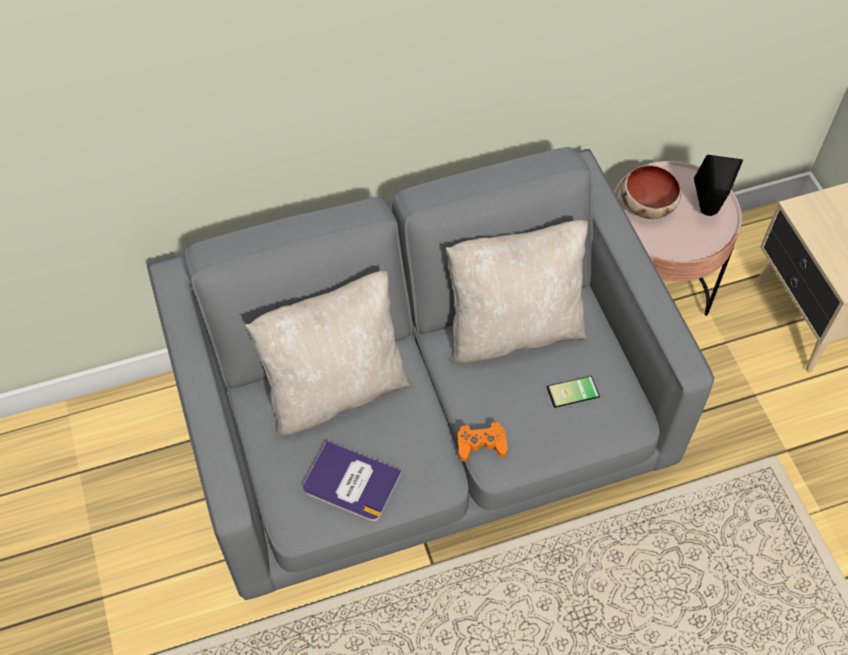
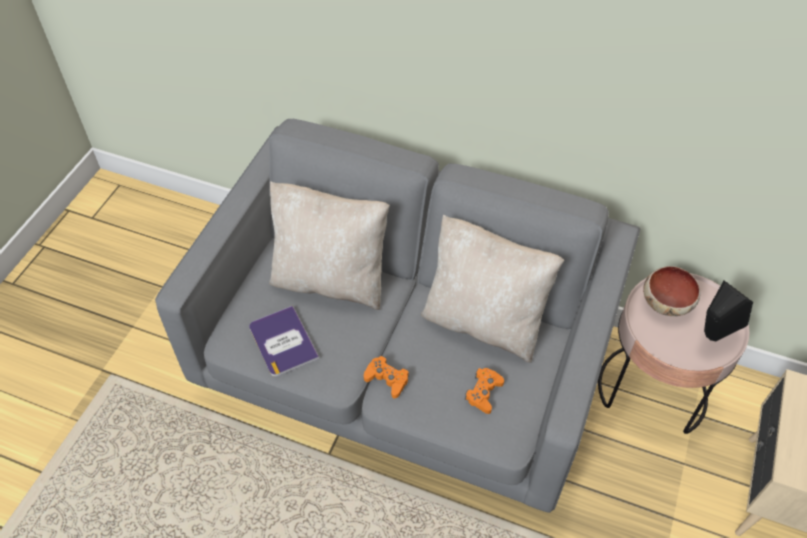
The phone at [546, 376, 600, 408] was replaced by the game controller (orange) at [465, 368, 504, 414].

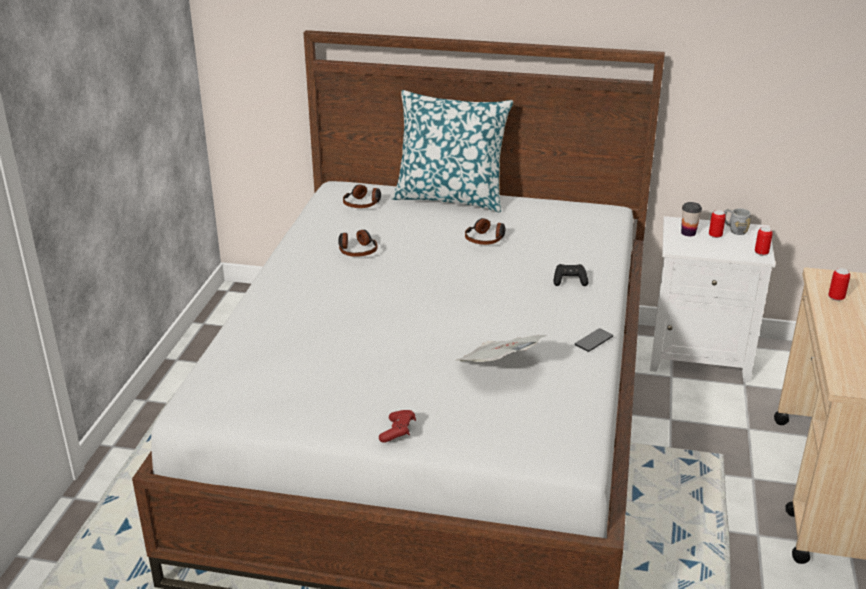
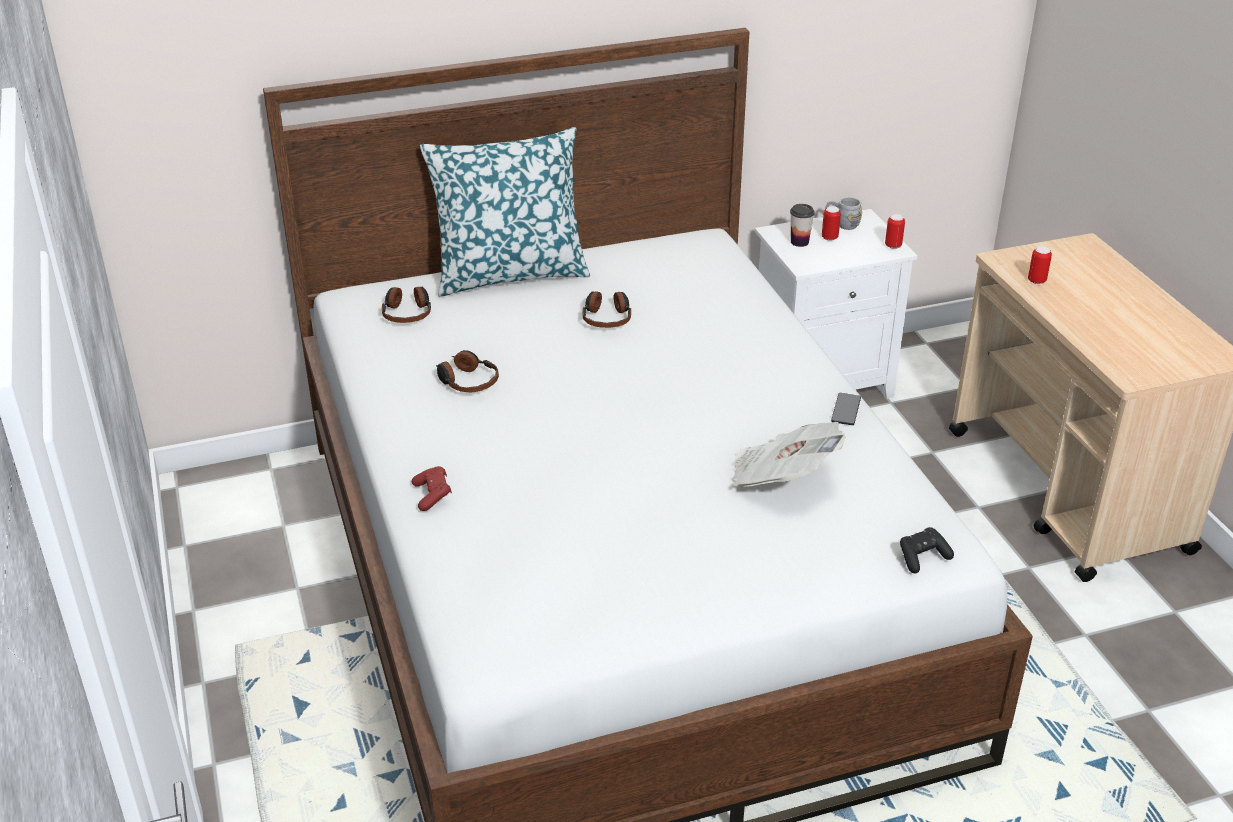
The game controller (black) moved from [553, 264, 589, 286] to [900, 527, 954, 574].
The game controller (red) moved from [379, 410, 416, 443] to [412, 466, 452, 511].

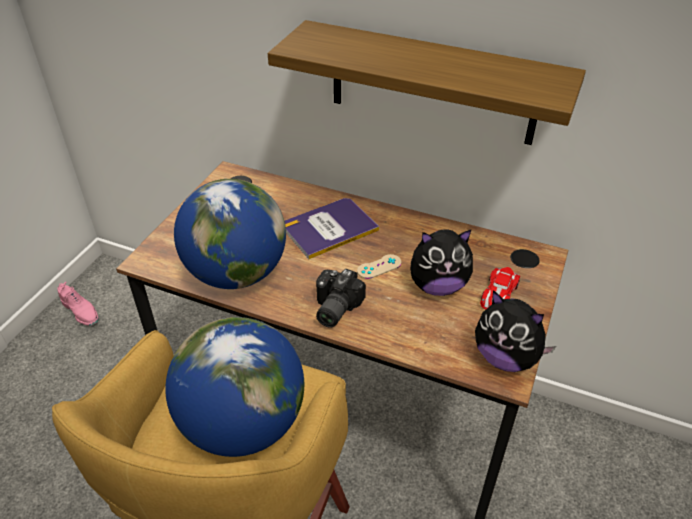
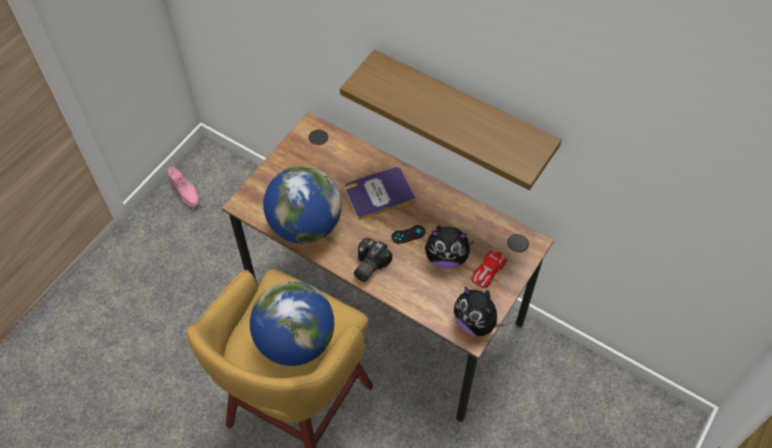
The game controller (beige) at [357, 254, 401, 279] became the game controller (black) at [391, 225, 426, 244].

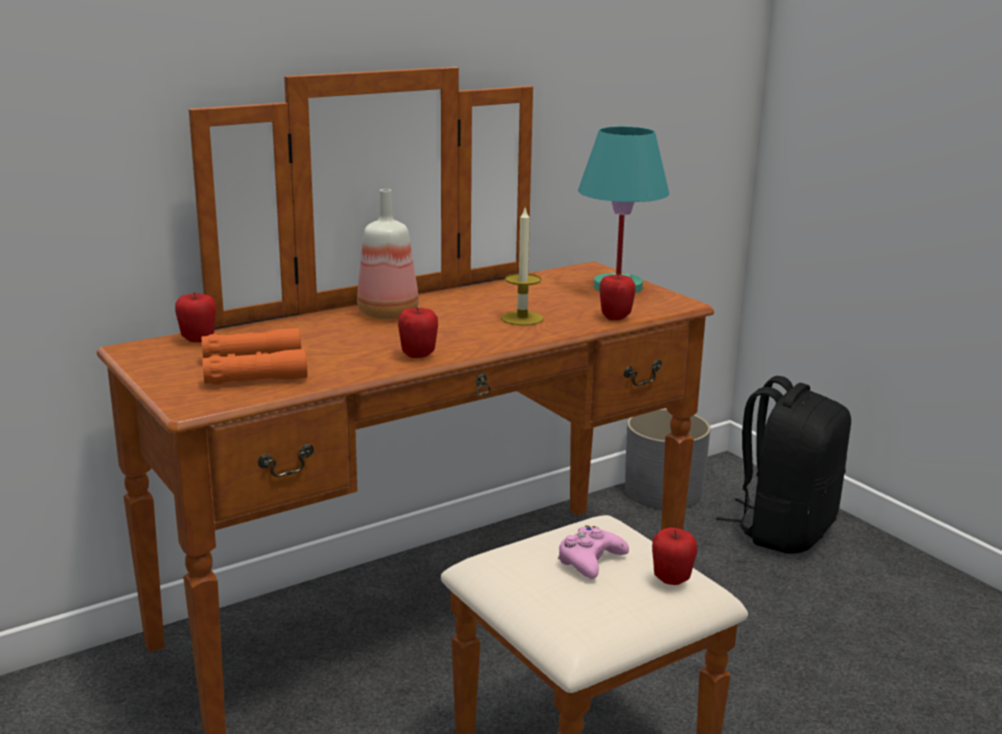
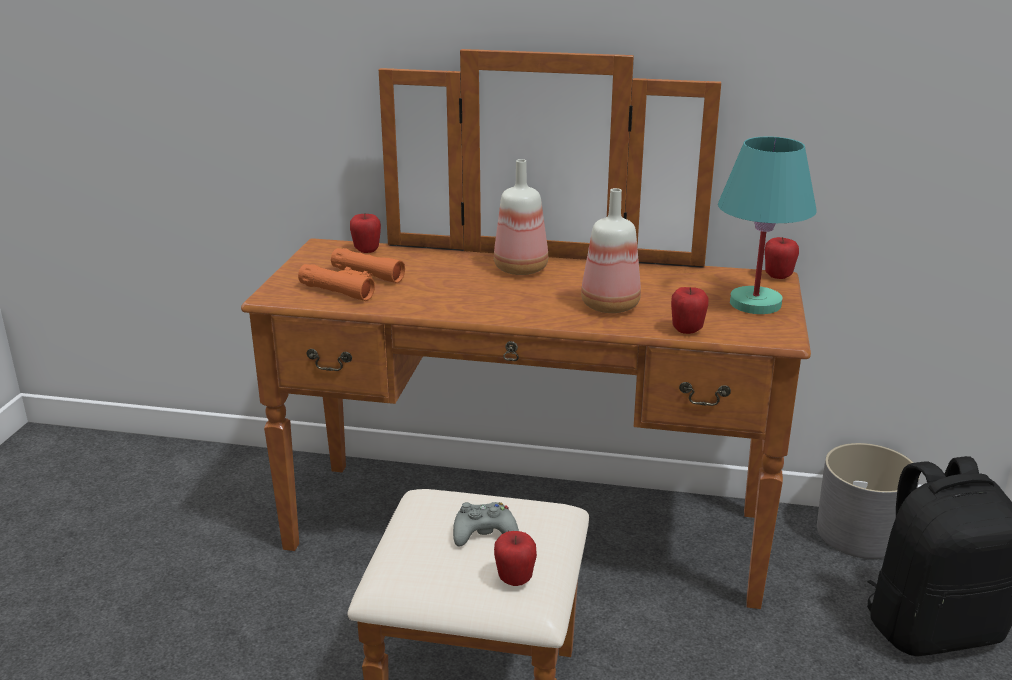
The candle at [501, 208, 544, 326] was replaced by the bottle at [581, 188, 641, 313].
The apple moved from [398, 307, 438, 358] to [765, 237, 799, 279].
The game controller (pink) at [558, 525, 629, 579] became the game controller (grey) at [453, 502, 519, 546].

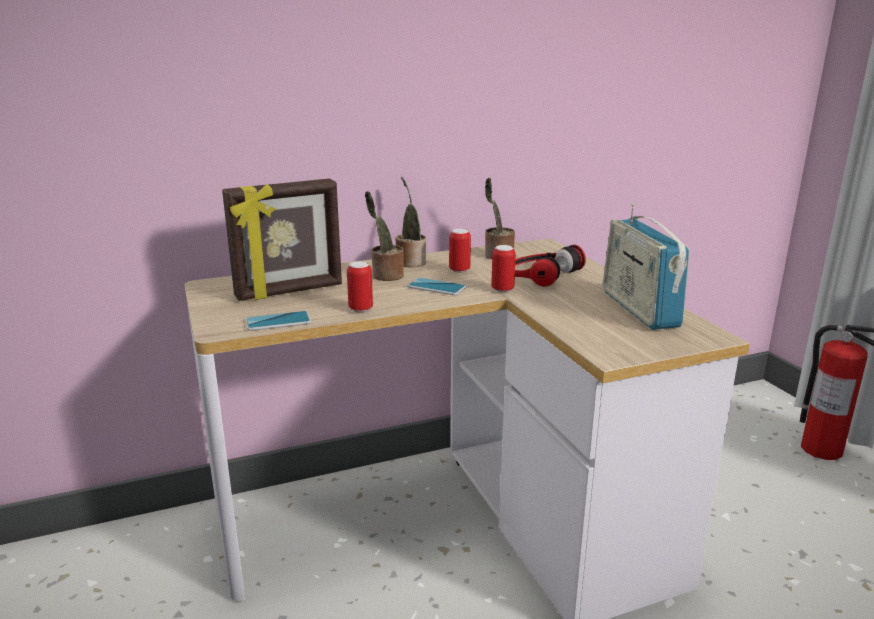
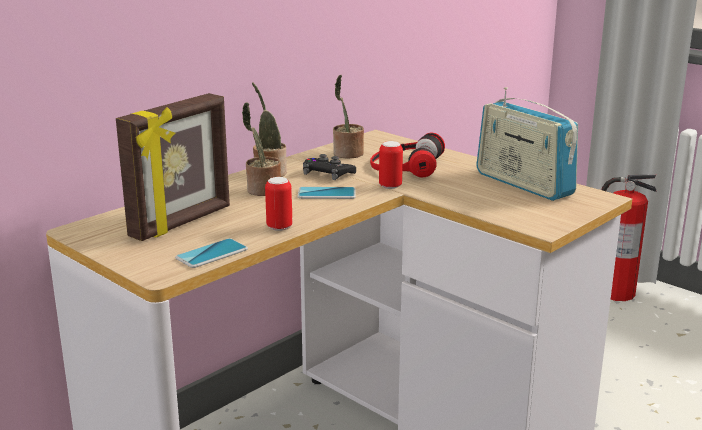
The can at [449, 229, 471, 273] was replaced by the game controller (black) at [303, 154, 356, 180].

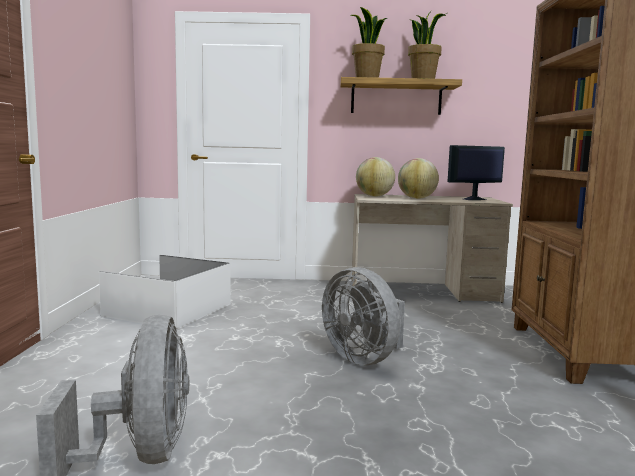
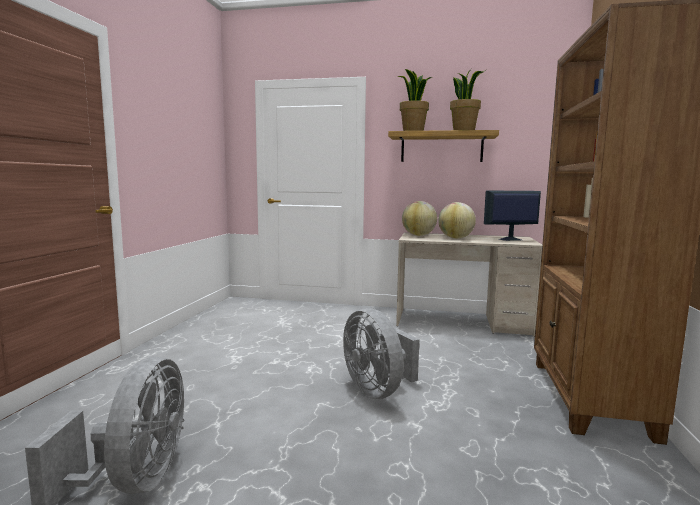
The storage box (white) at [99, 255, 231, 329] disappeared.

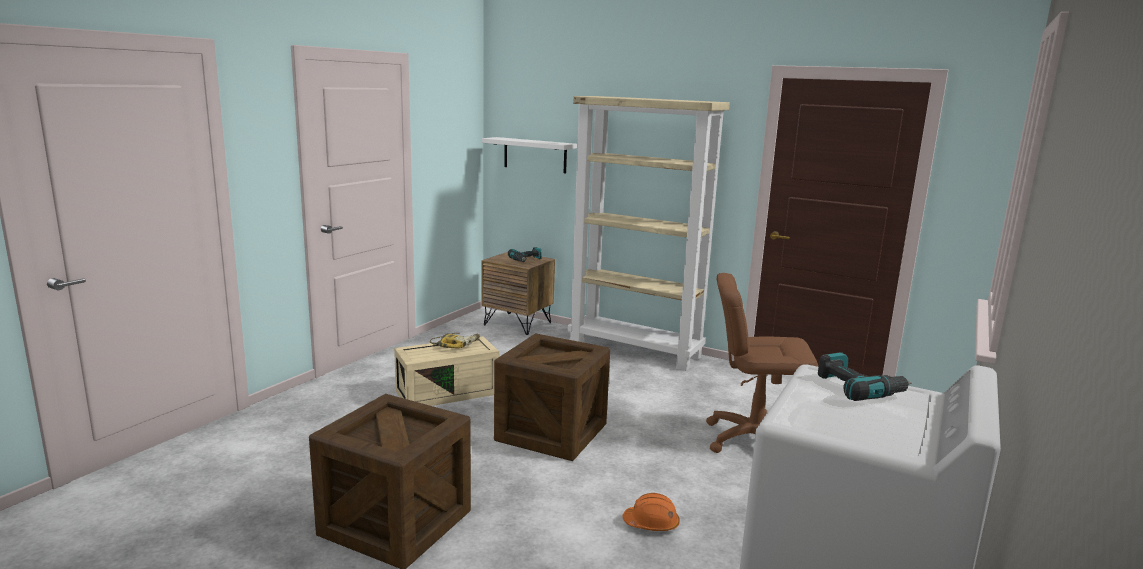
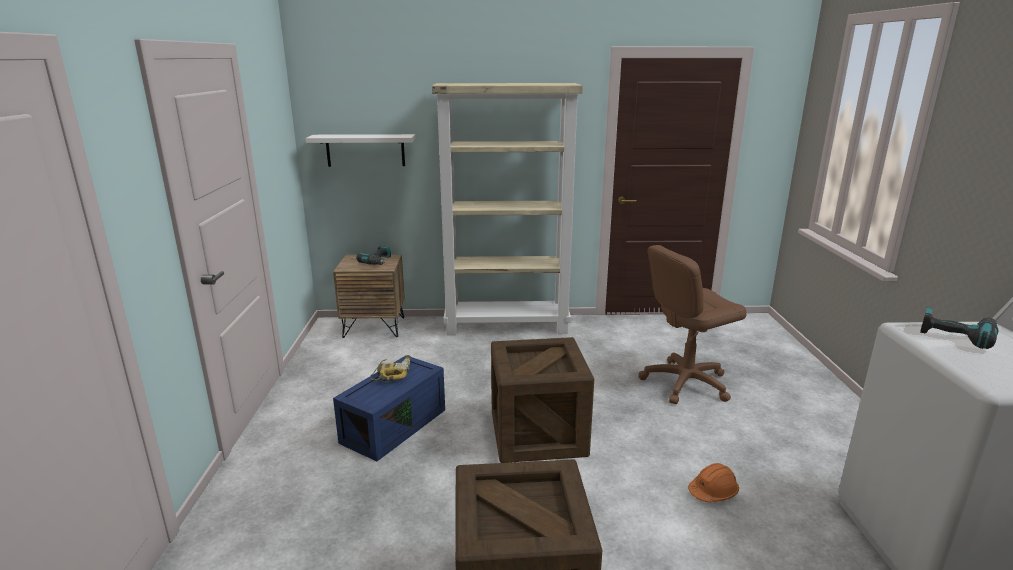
The storage box (beige) at [394, 336, 499, 406] became the storage box (blue) at [333, 356, 445, 461].

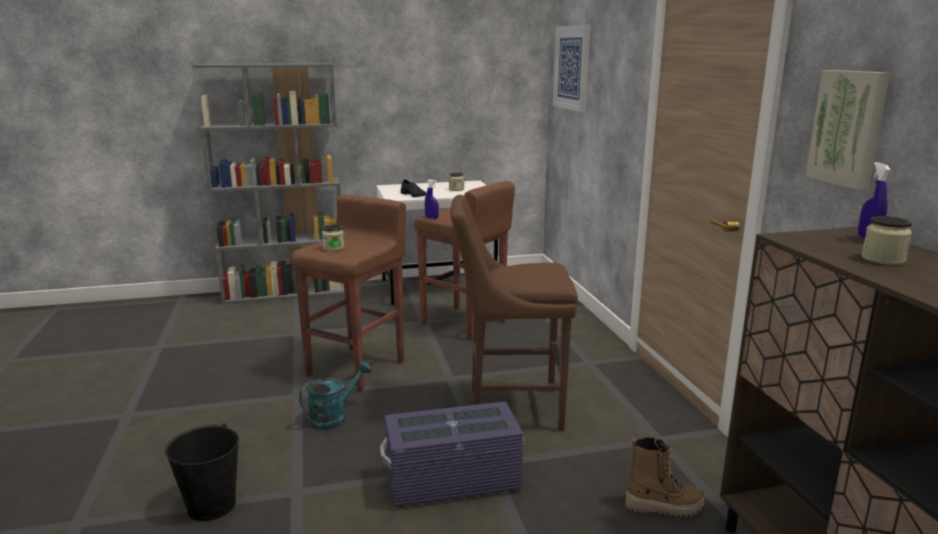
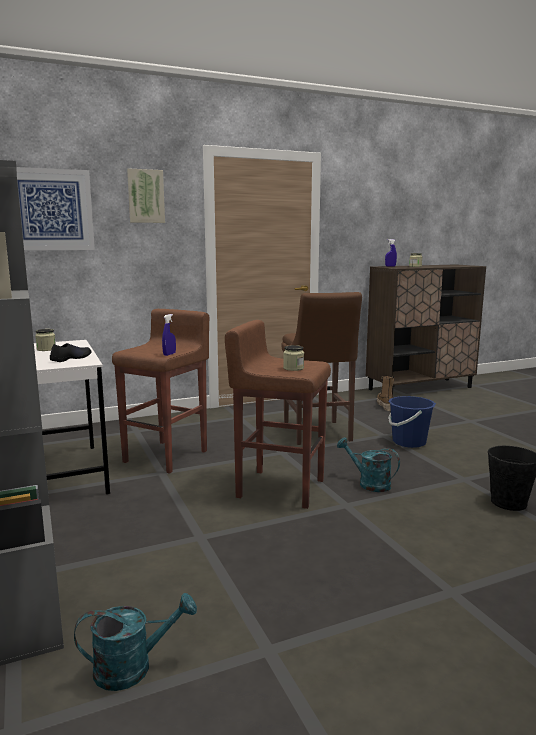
The picture moved from [805, 70, 890, 190] to [127, 168, 165, 223].
The storage box (purple) at [380, 401, 524, 507] was replaced by the bucket (blue) at [388, 396, 436, 448].
The watering can (turquoise) at [74, 593, 197, 691] appeared.

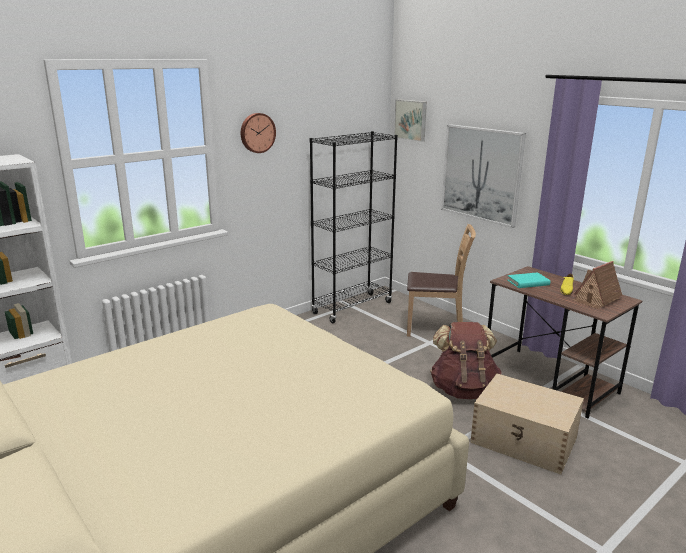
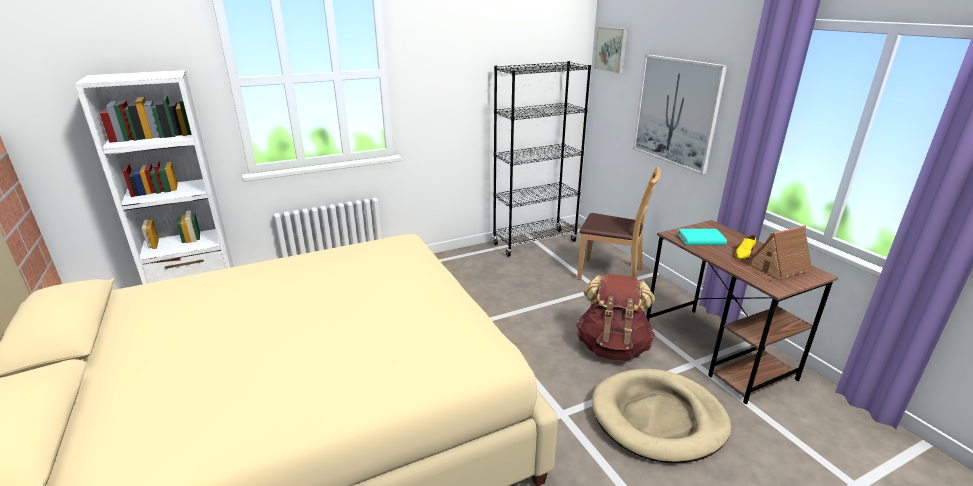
The wall clock at [241, 113, 276, 153] disappeared.
The storage box (beige) at [470, 373, 584, 475] was replaced by the dog bed (beige) at [592, 369, 731, 463].

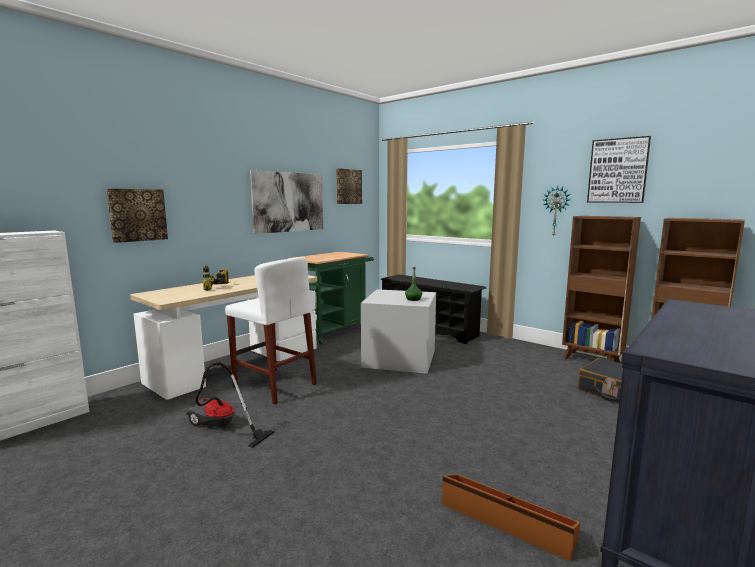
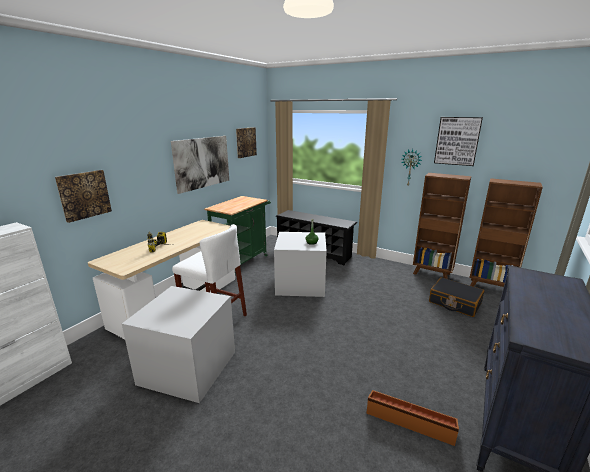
The vacuum cleaner at [187, 362, 275, 448] was replaced by the storage box (grey) at [122, 286, 235, 403].

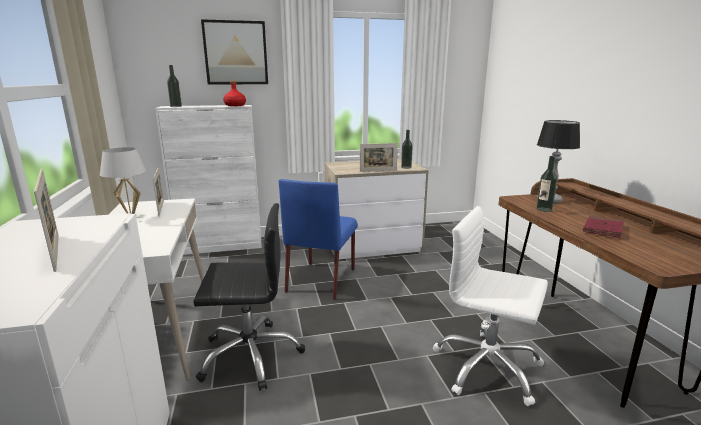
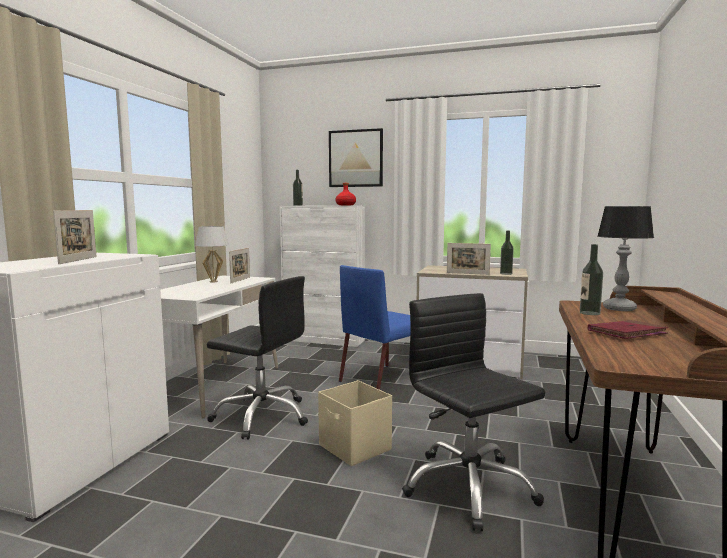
The office chair (white) at [433, 206, 548, 406] became the office chair (black) at [402, 293, 545, 531].
The storage box (beige) at [318, 380, 392, 466] appeared.

